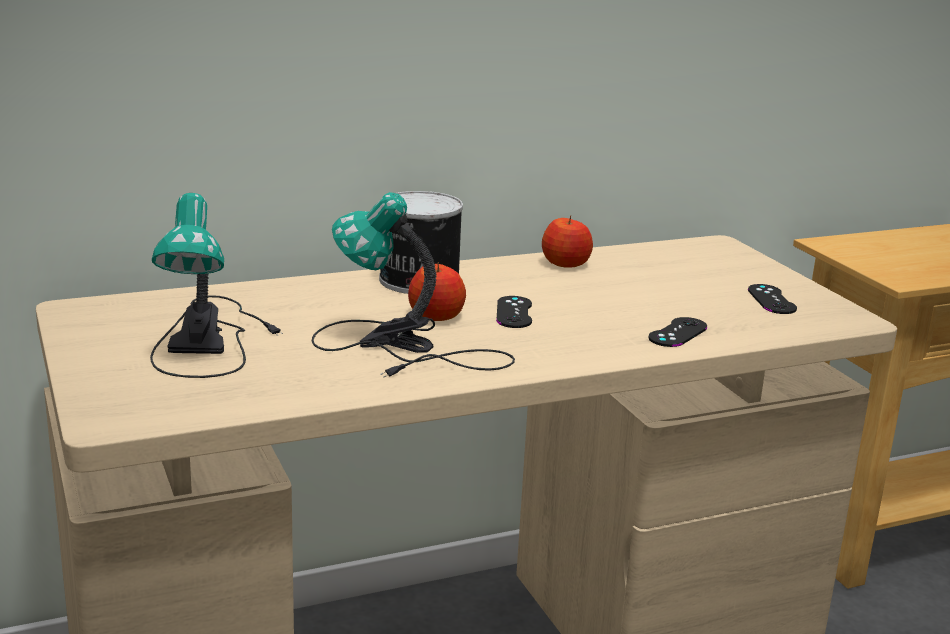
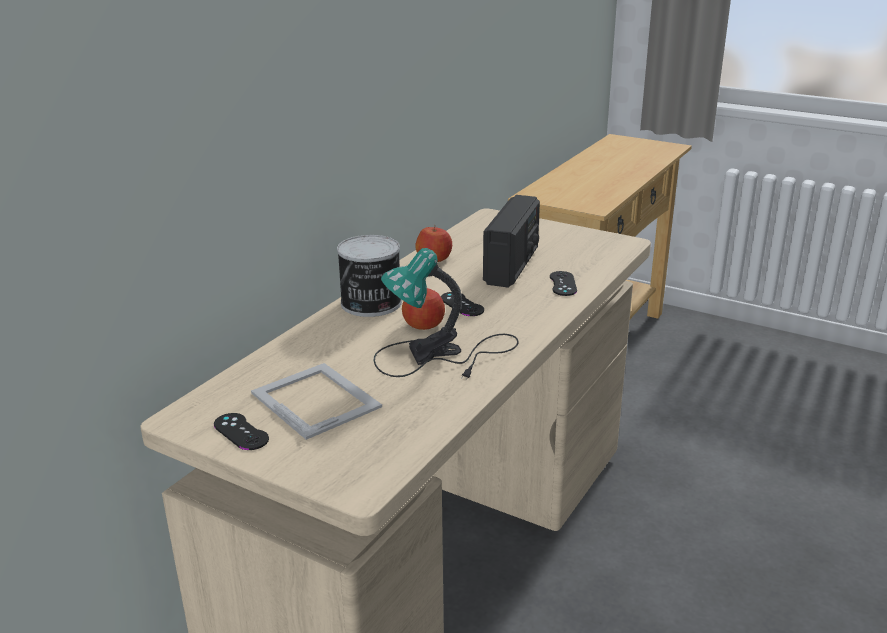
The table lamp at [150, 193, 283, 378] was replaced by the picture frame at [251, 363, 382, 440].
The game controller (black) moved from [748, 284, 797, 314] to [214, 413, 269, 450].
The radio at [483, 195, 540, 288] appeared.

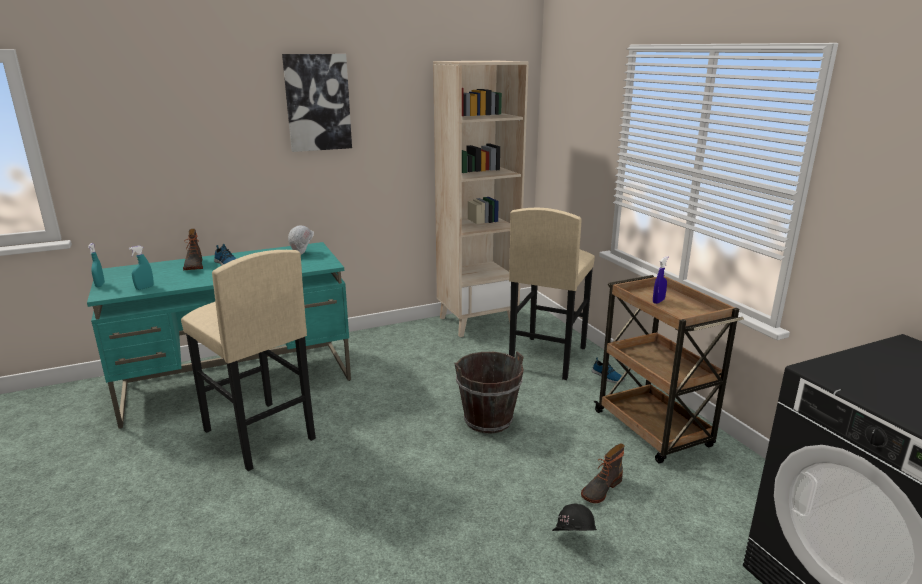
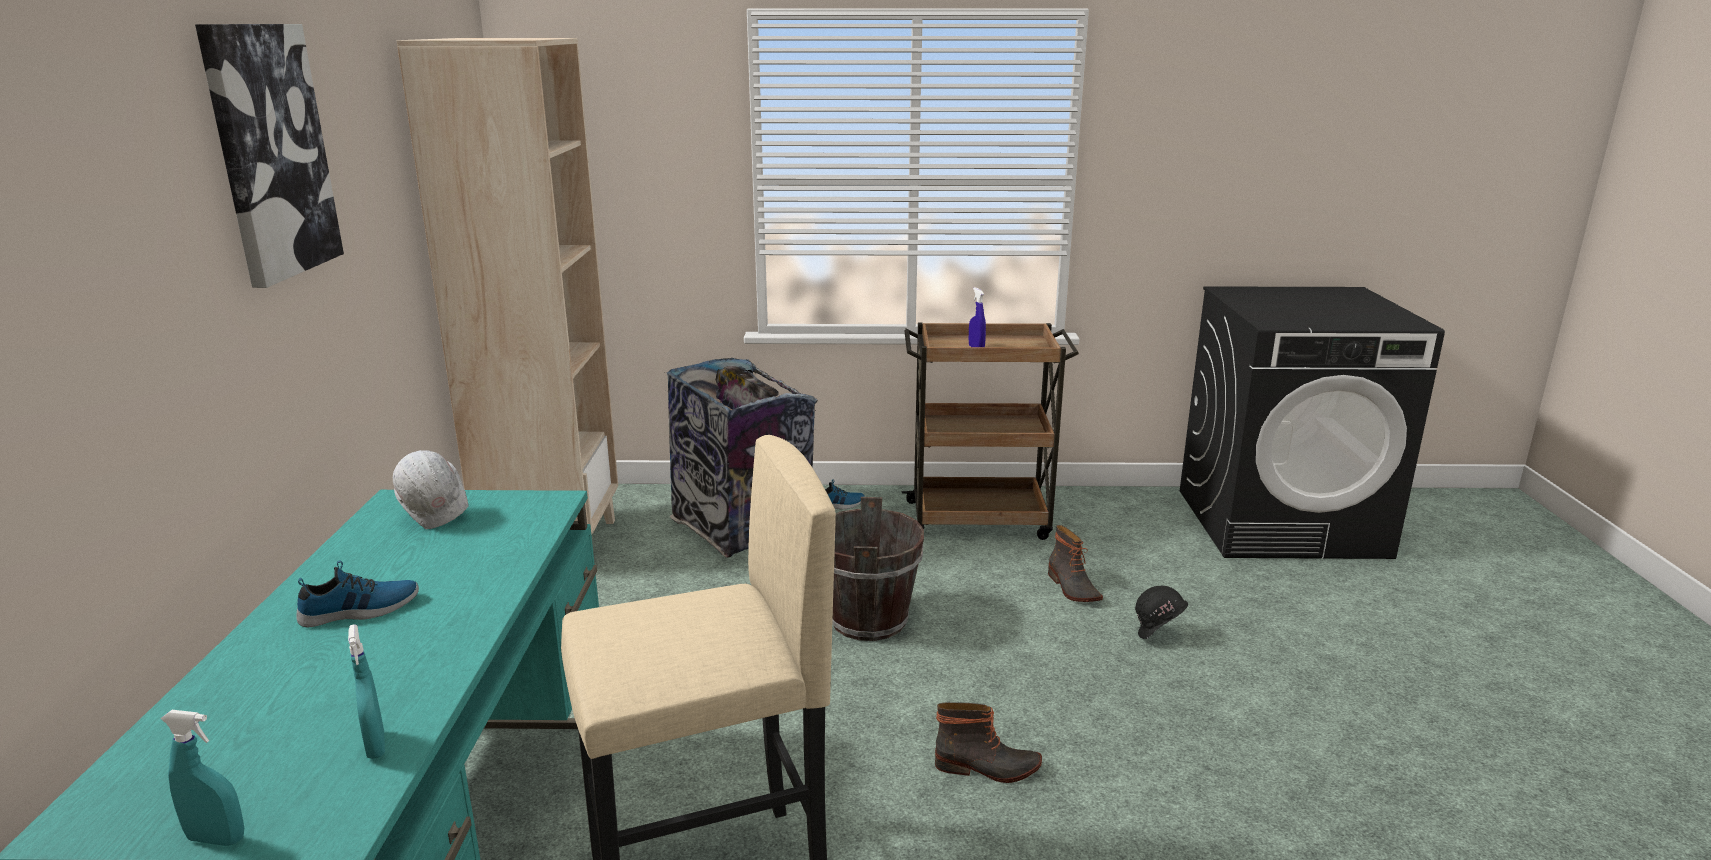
The stool (beige) at [509, 207, 595, 380] was replaced by the trash can at [667, 358, 818, 558].
The boot moved from [183, 229, 203, 270] to [935, 702, 1042, 783].

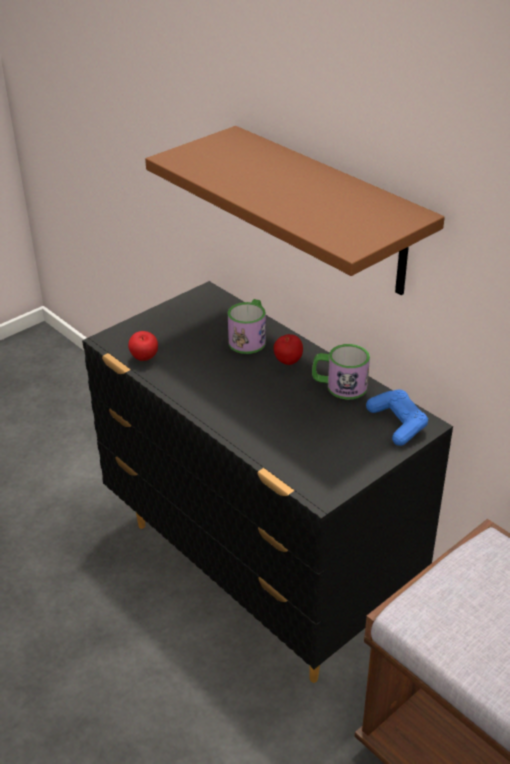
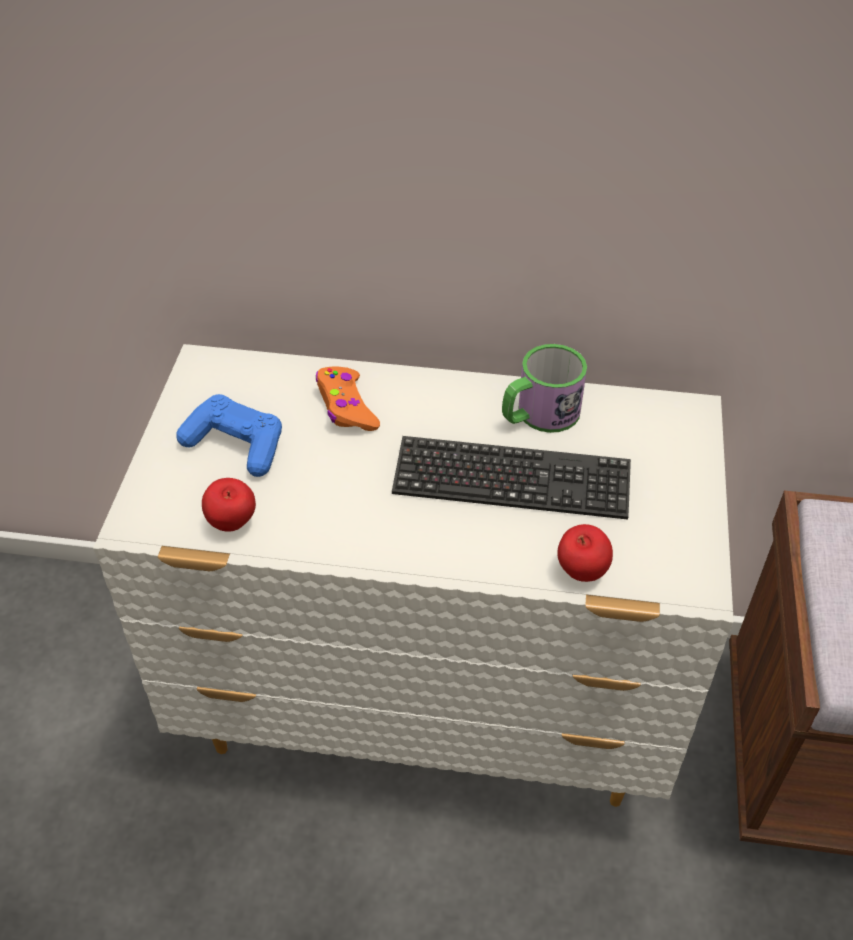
The shelf (brown) at [145, 126, 445, 295] disappeared.
The dresser (black) at [82, 281, 453, 683] became the dresser (white) at [93, 344, 734, 807].
The mug at [228, 299, 266, 354] was replaced by the game controller (orange) at [316, 367, 380, 431].
The apple moved from [273, 334, 303, 365] to [557, 524, 613, 582].
The game controller (blue) moved from [366, 389, 428, 446] to [176, 394, 282, 477].
The keyboard at [392, 436, 631, 520] appeared.

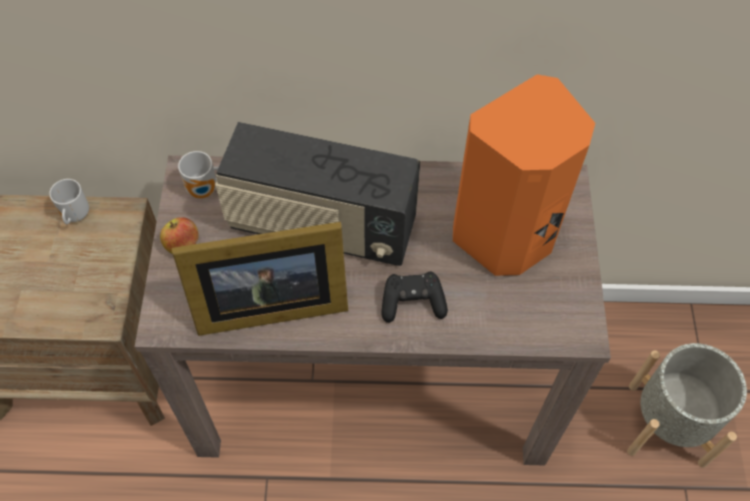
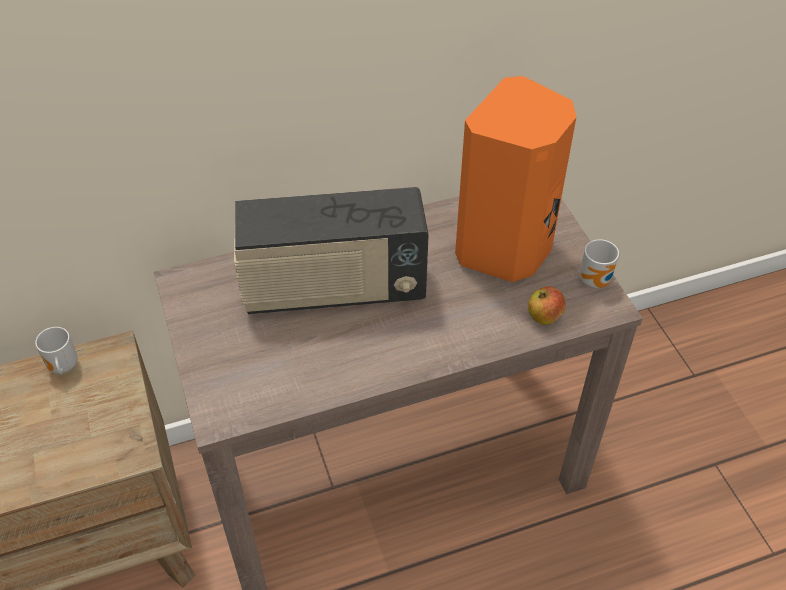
The mug moved from [178, 151, 219, 199] to [580, 239, 620, 289].
The apple moved from [160, 217, 199, 253] to [528, 286, 566, 325].
The picture frame at [172, 222, 348, 336] disappeared.
The game controller (black) at [381, 272, 448, 323] disappeared.
The planter (grey) at [627, 343, 747, 468] disappeared.

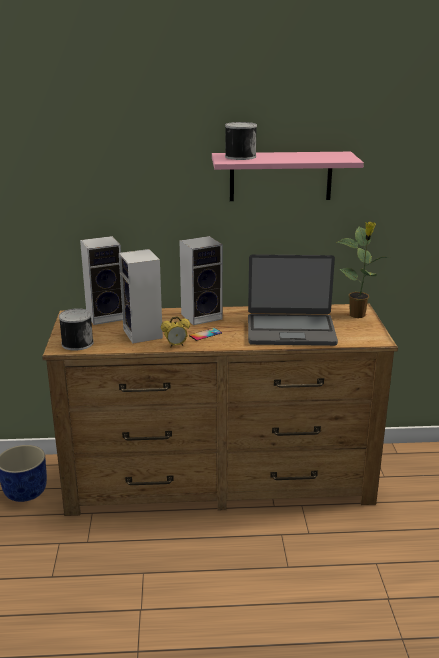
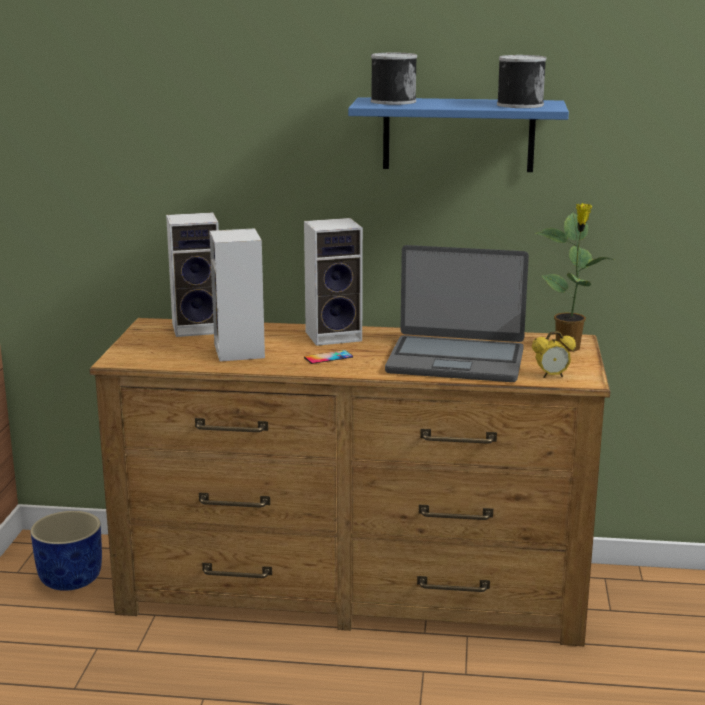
The shelf (pink) at [212, 152, 364, 201] became the shelf (blue) at [348, 97, 569, 172].
The can moved from [59, 308, 94, 351] to [497, 55, 546, 108].
The alarm clock moved from [161, 316, 190, 348] to [532, 331, 576, 378].

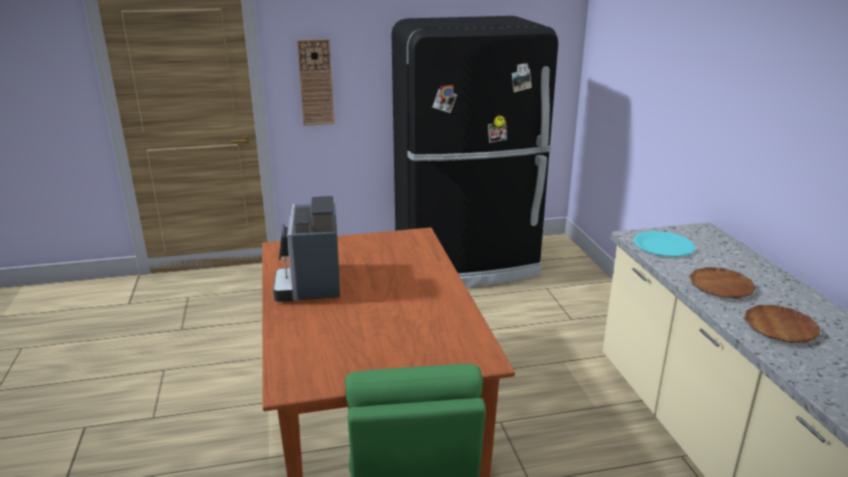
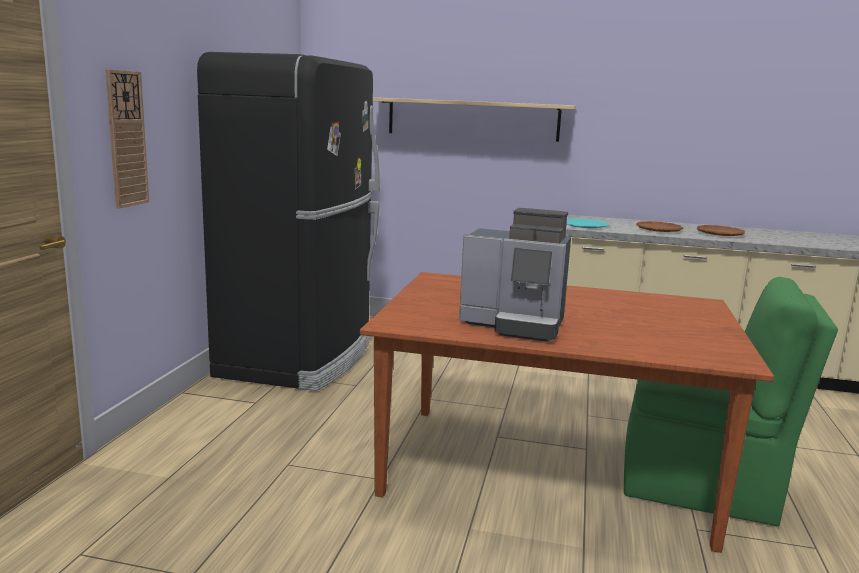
The shelf at [373, 97, 576, 142] appeared.

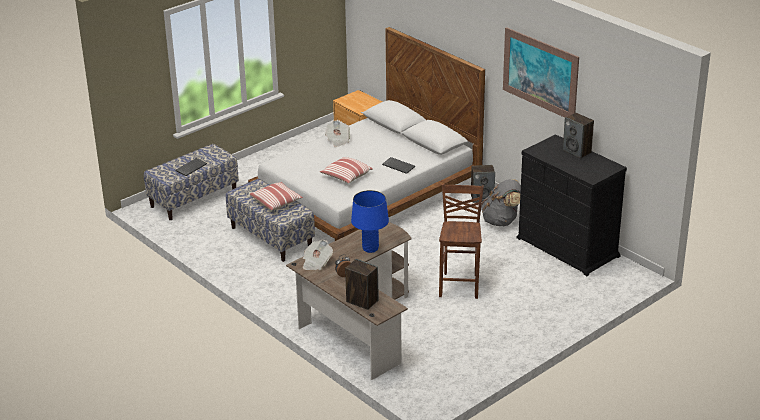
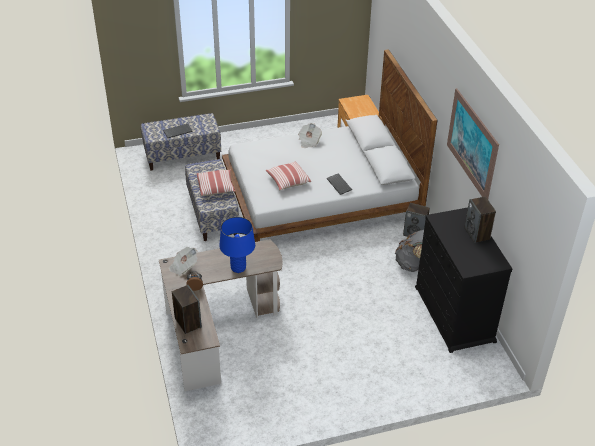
The stool (brown) at [439, 184, 484, 299] disappeared.

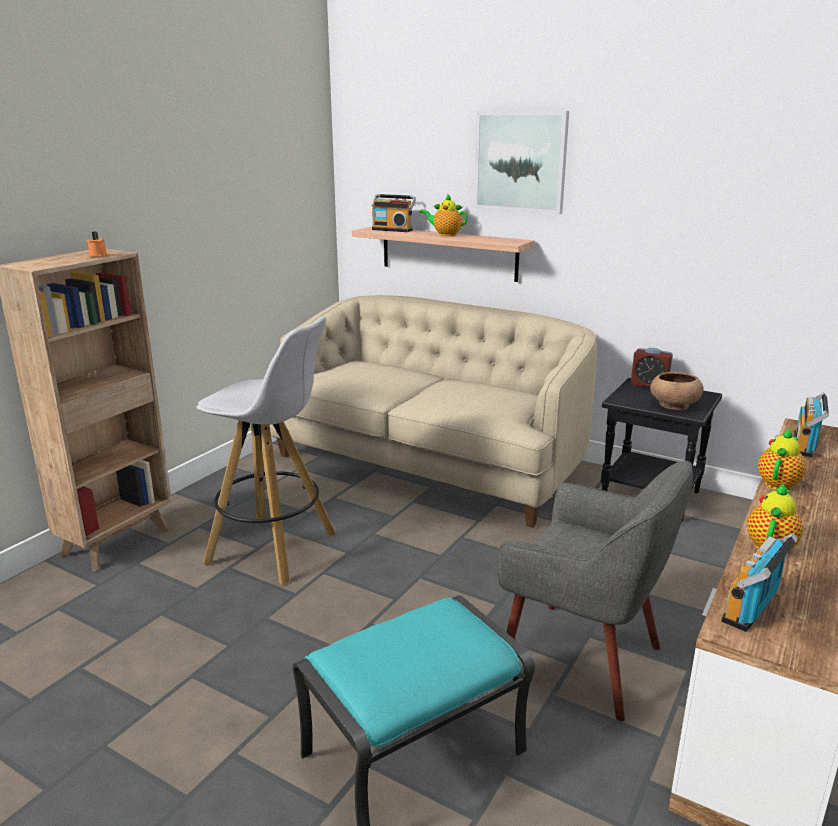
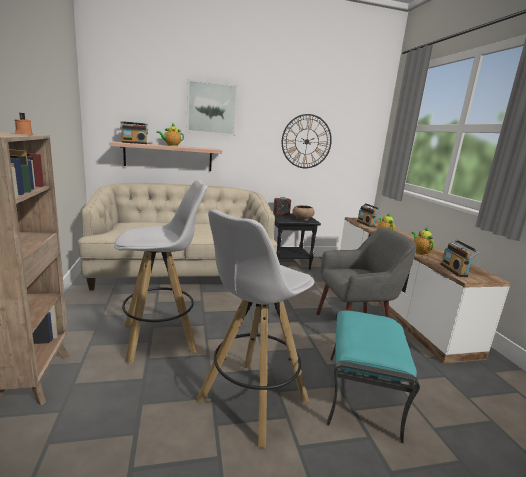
The wall clock at [282, 114, 332, 168] appeared.
The stool (white) at [197, 209, 314, 448] appeared.

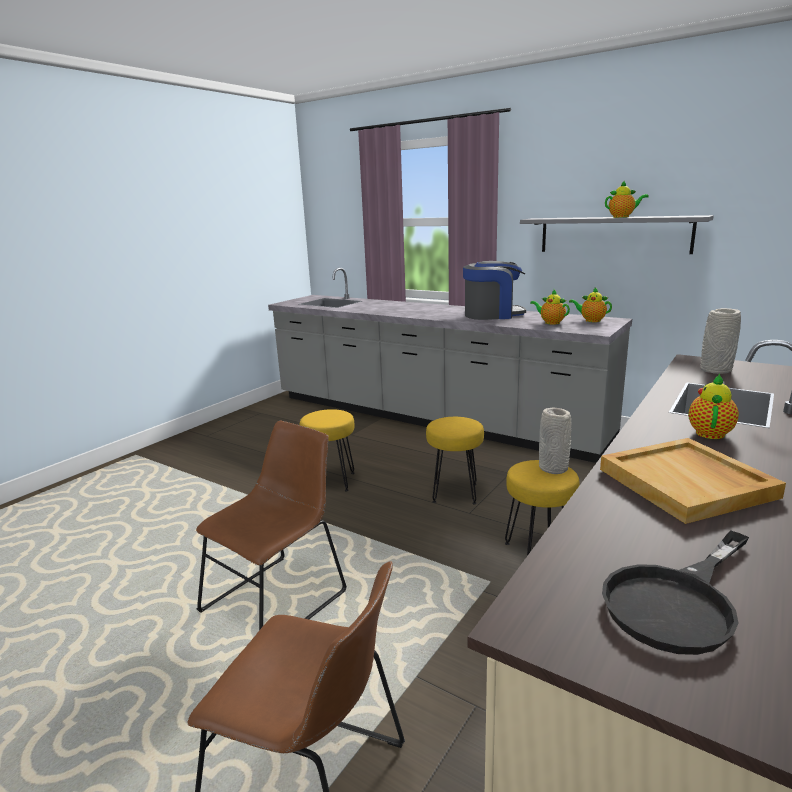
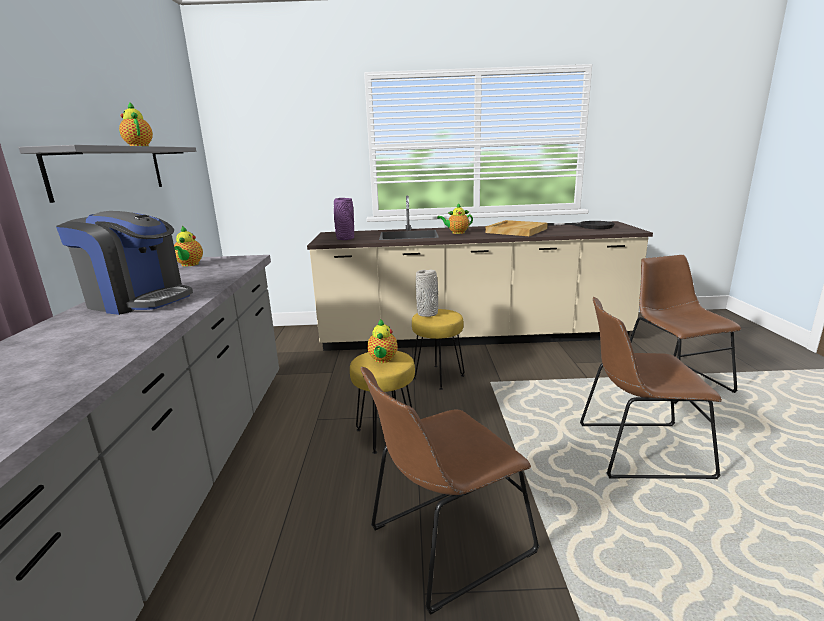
The coffee machine at [463, 261, 526, 320] turned 150 degrees clockwise.
The teapot moved from [530, 290, 570, 325] to [367, 319, 398, 363].
The vase (grey) at [700, 308, 741, 374] became the vase (purple) at [334, 198, 354, 240].
The stool (yellow) at [300, 409, 355, 492] was replaced by the chair (brown) at [361, 367, 539, 615].

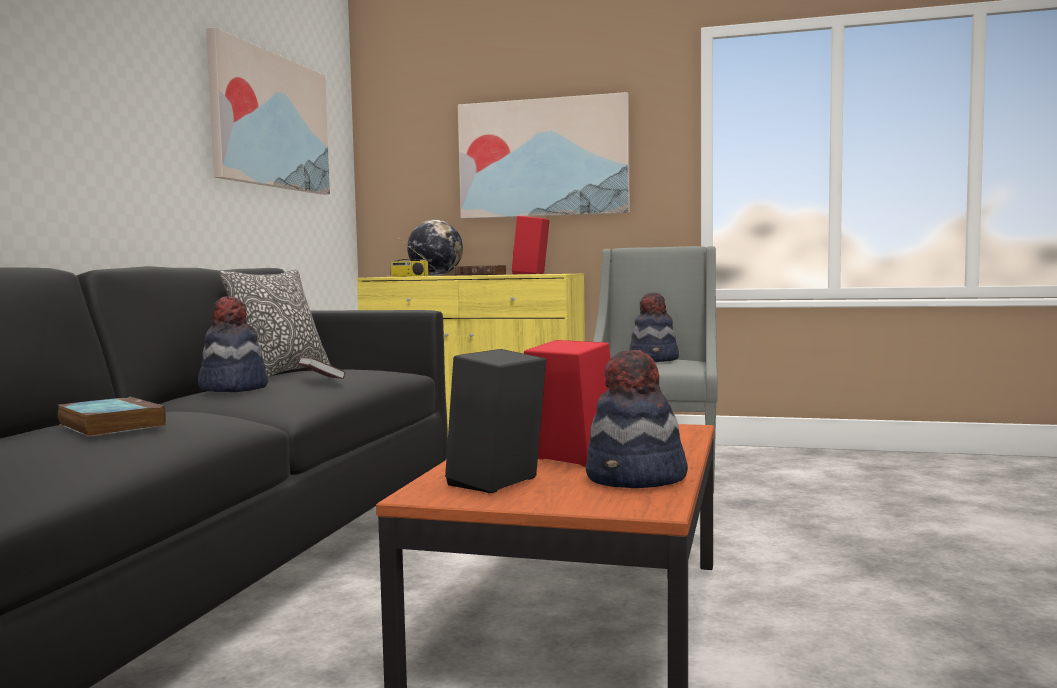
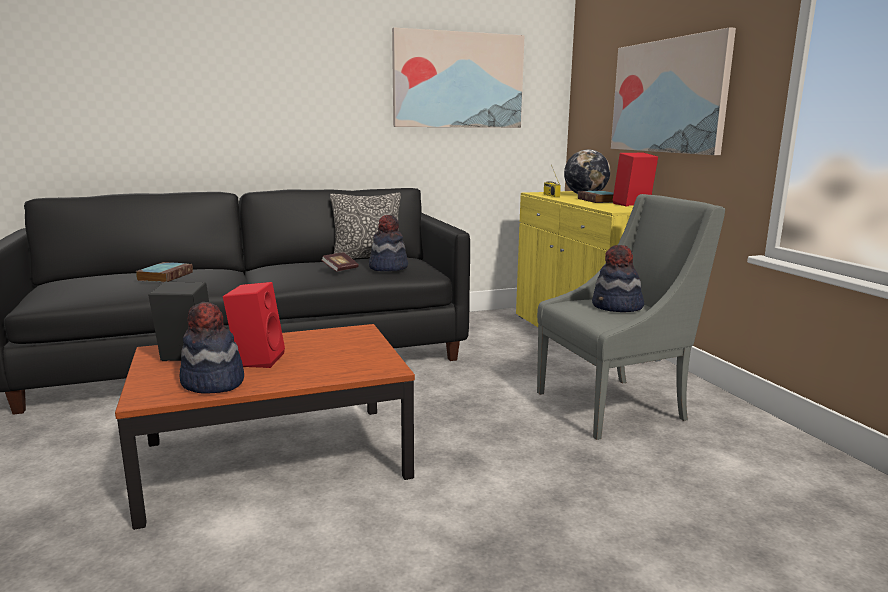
The hat moved from [198, 296, 268, 392] to [369, 215, 408, 271].

